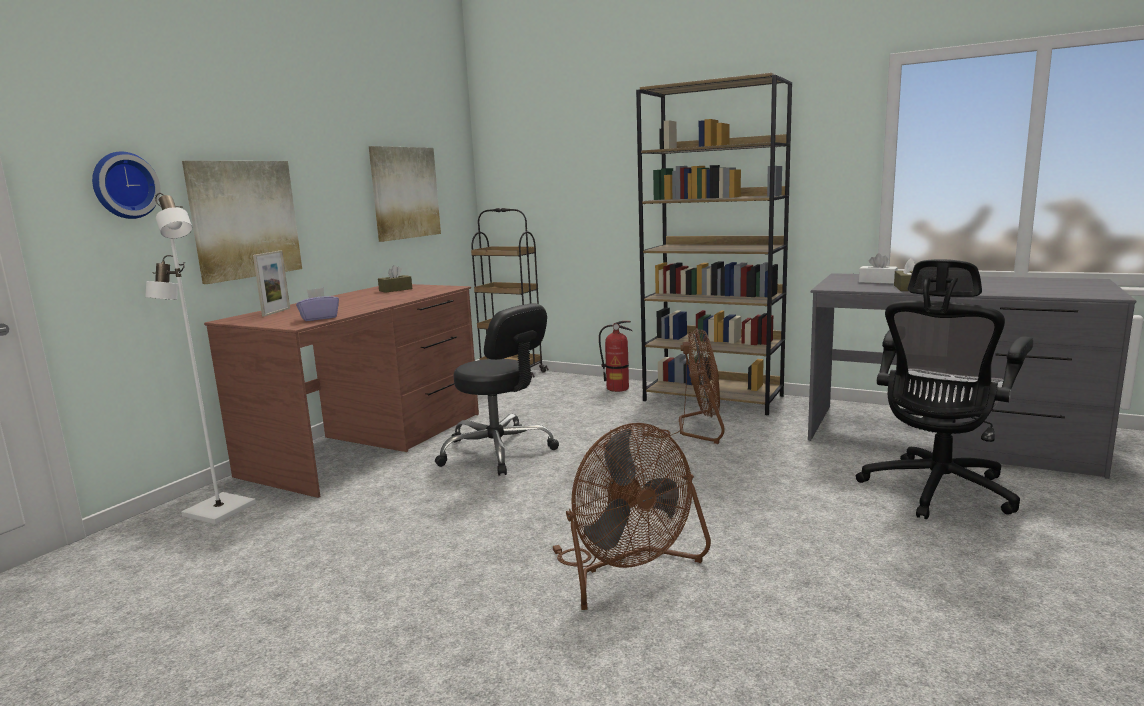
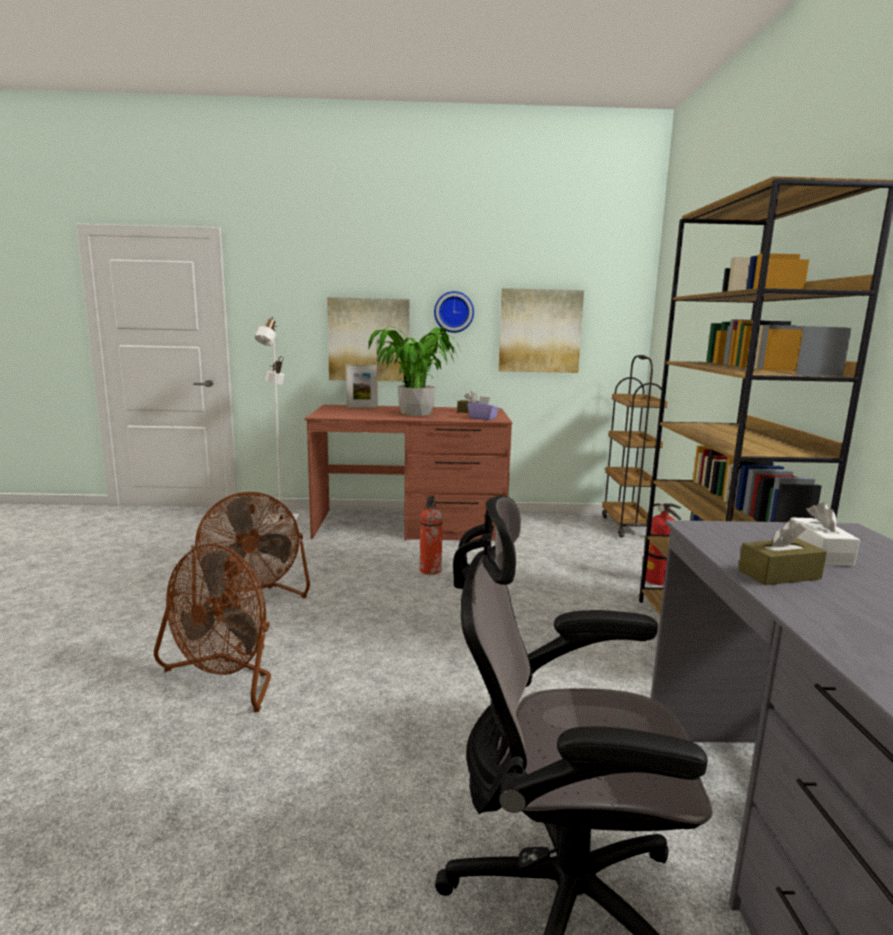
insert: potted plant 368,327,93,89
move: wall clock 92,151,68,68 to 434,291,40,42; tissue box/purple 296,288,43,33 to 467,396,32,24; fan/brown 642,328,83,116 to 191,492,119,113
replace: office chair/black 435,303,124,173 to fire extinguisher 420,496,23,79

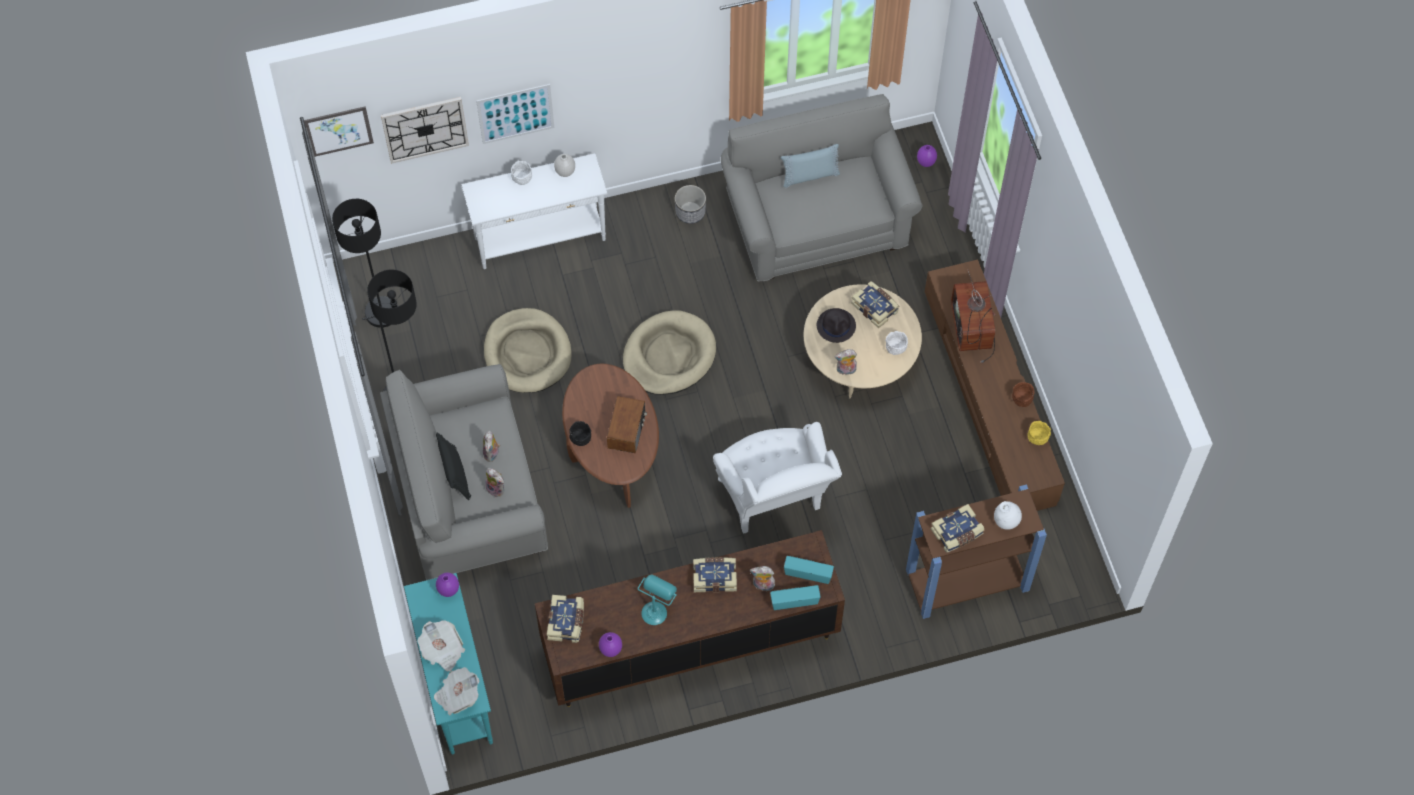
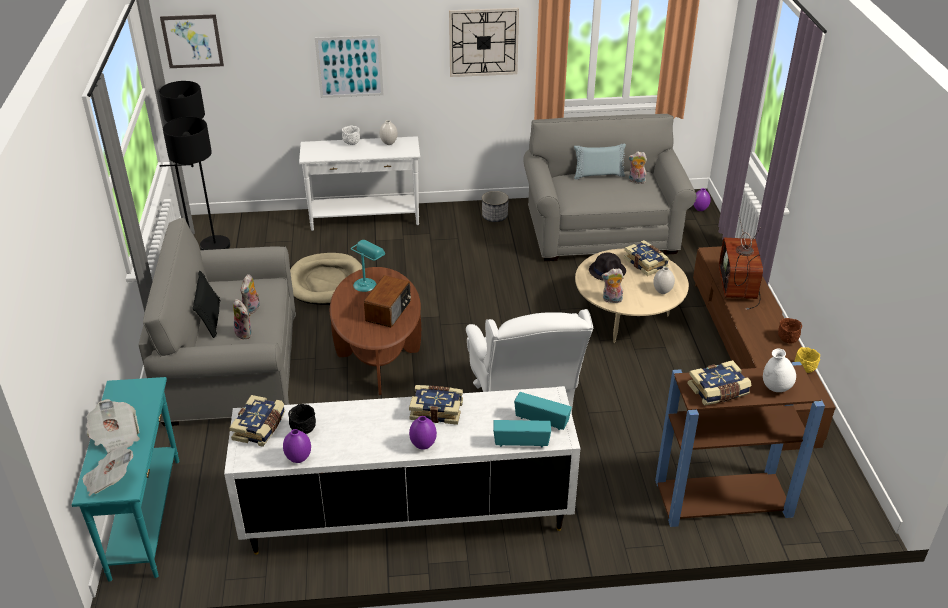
delete: dog bed/beige 623,310,93,85
move: wall clock 381,97,88,67 to 449,8,70,69; vase/purple 436,573,23,24 to 409,416,28,34; bowl/black 569,421,22,25 to 288,404,28,30; table lamp/turquoise 638,575,39,50 to 351,240,34,52; plush toy 750,566,25,25 to 628,151,19,33
replace: bowl/white 885,331,23,24 to vase/white 653,267,22,27
recolor: cabinet/brown 535,530,310,177 to cabinet/white 224,386,356,169

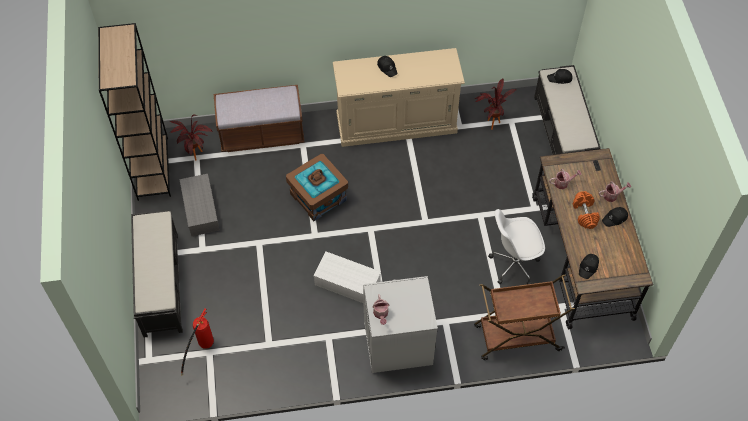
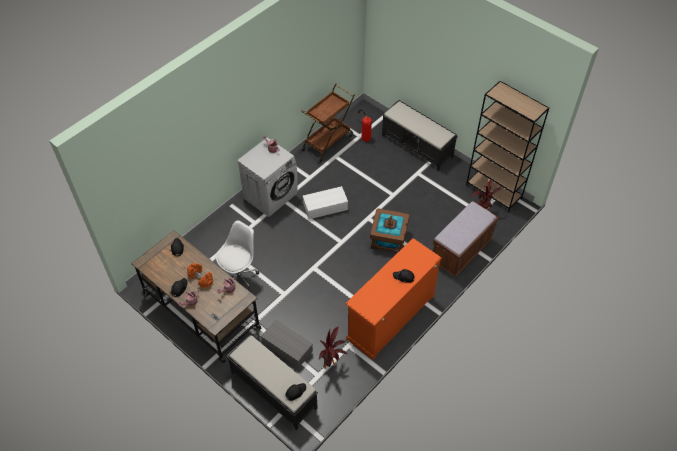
move: storage box/grey 179,174,41,62 to 261,320,52,48; cart/brown 474,275,101,85 to 300,83,55,80
recolor: cabinet/beige 333,48,132,99 to cabinet/orange 345,238,97,122

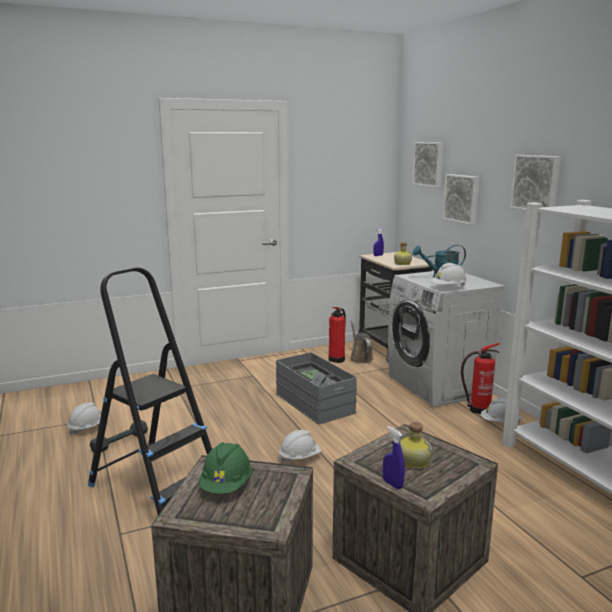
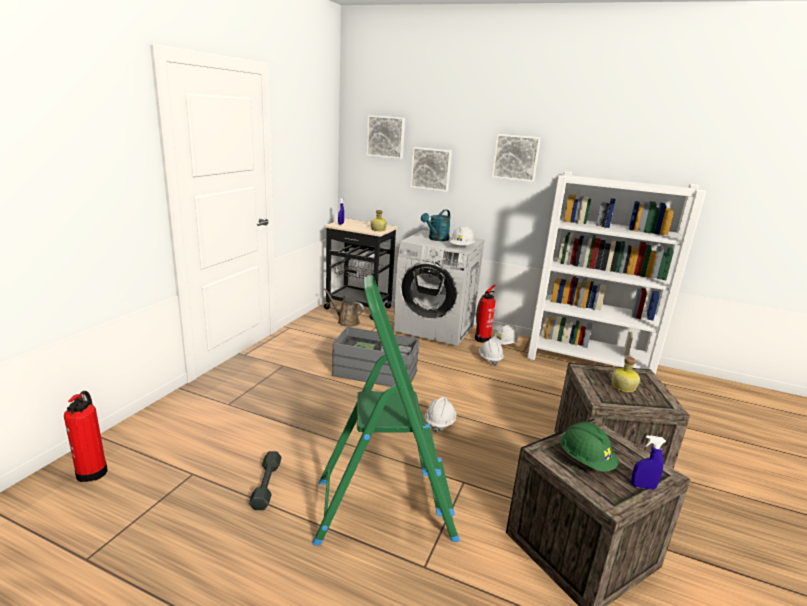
move: hard hat/white 67,402,34,34 to 479,339,25,27; fire extinguisher 328,307,18,56 to 64,391,43,91; spray bottle/blue 383,426,22,63 to 631,435,35,55
recolor: step ladder/black 88,268,124,247 to step ladder/green 312,275,148,270

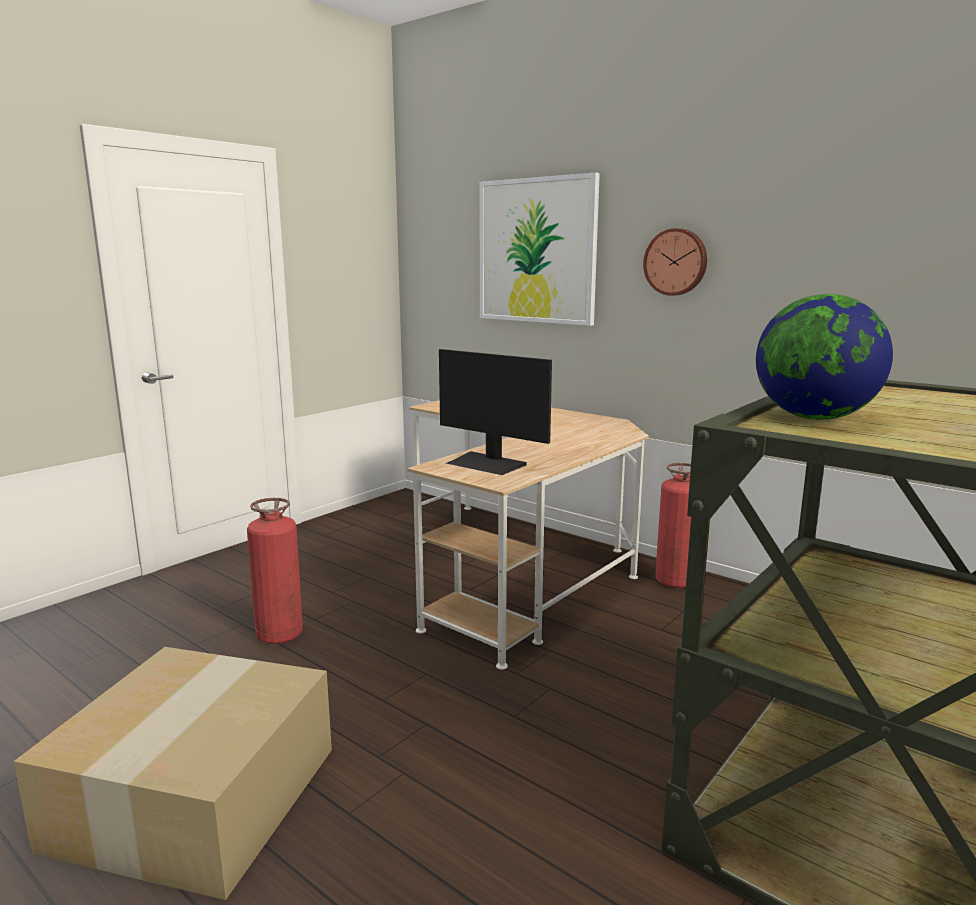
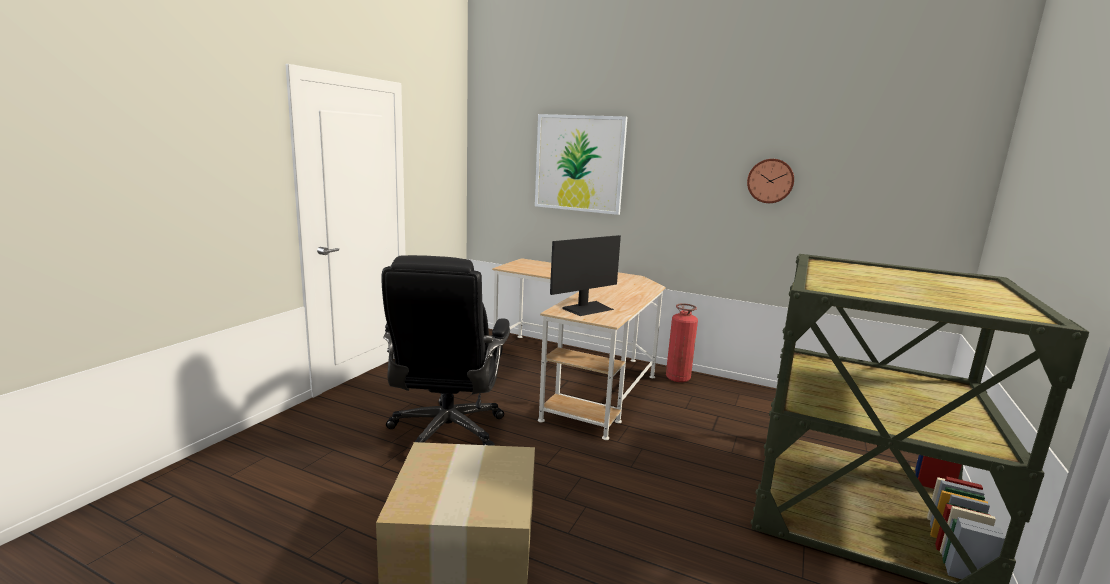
delete: globe 756,294,137,126
move: wall clock 643,228,64,68 to 747,159,47,44
replace: fire extinguisher 247,498,56,146 to office chair/black 381,255,129,191
rotate: monitor 439,349,113,126 = 550,235,71,81 60 degrees counterclockwise

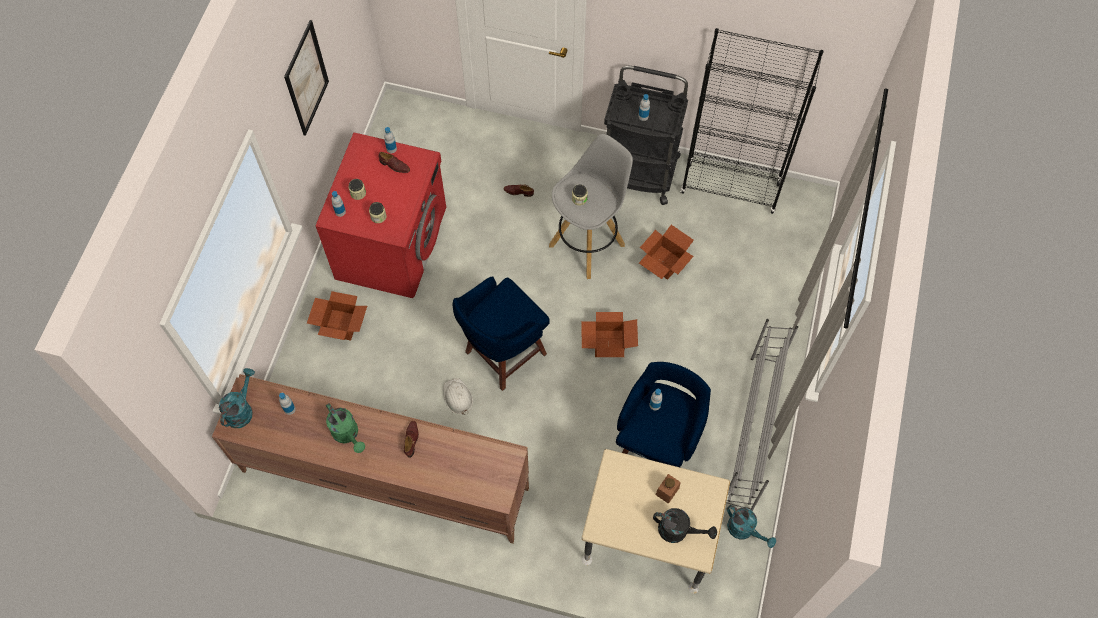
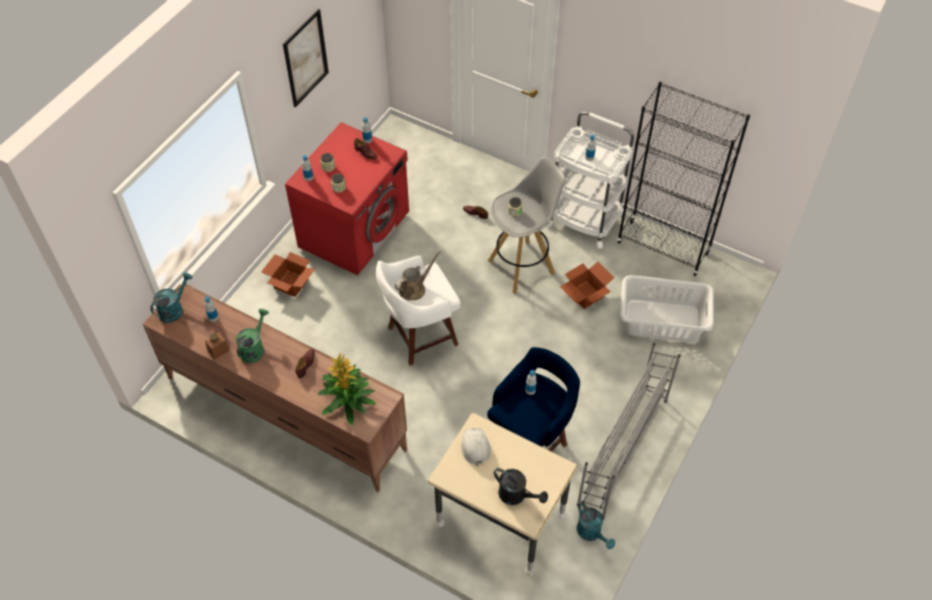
delete: cardboard box 581,312,57,45
insert: potted plant 317,353,59,73; watering can/brown 394,250,47,51; laundry basket/grey 620,275,93,67
move: hard hat/white 443,378,30,37 to 461,428,30,39; jar/brown 655,474,26,30 to 205,332,25,27
recolor: stool/blue 452,276,98,115 to stool/white 376,255,85,111; cart/black 604,66,84,139 to cart/white 546,112,88,137
rotate: watering can/green 326,403,39,50 = 236,309,33,54 135 degrees counterclockwise

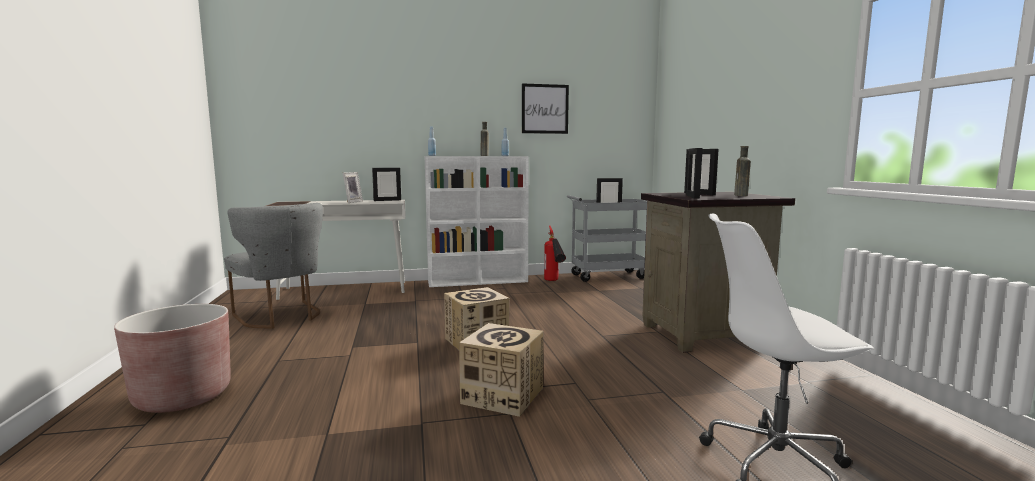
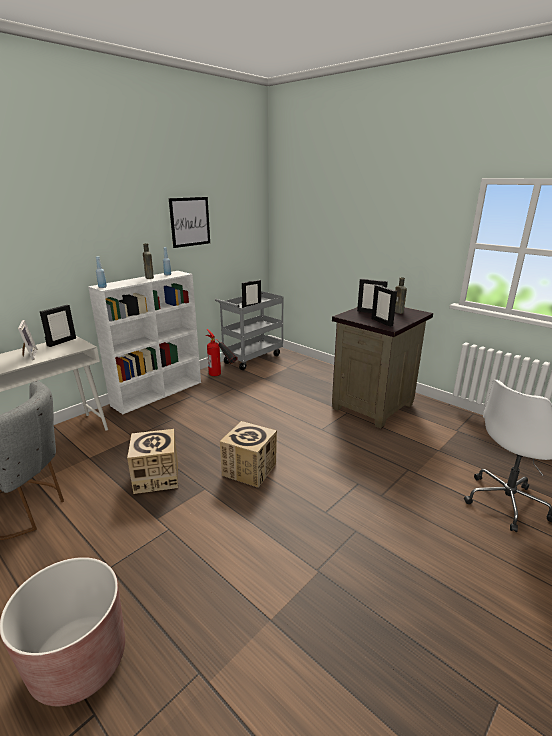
move: cardboard box 459,323,84,94 to 127,429,51,65

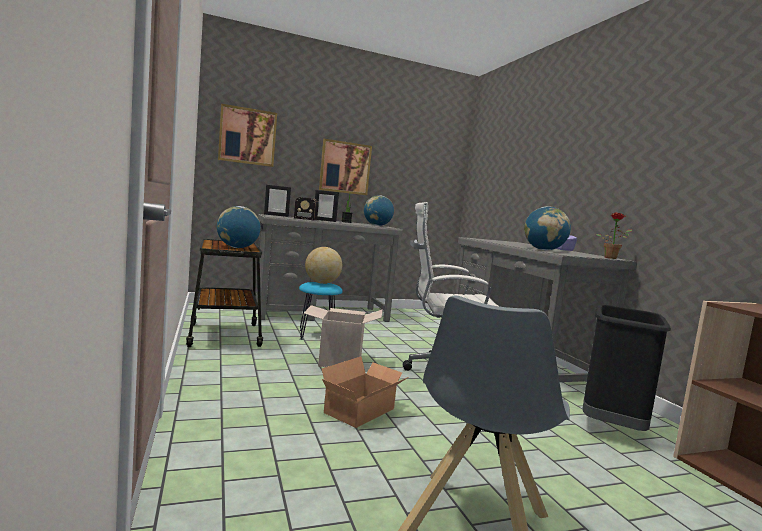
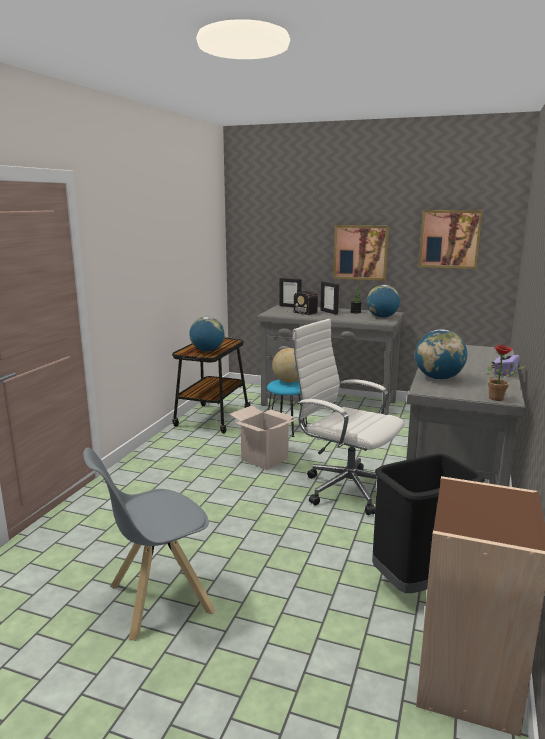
delete: cardboard box 322,356,86,72
move: picture 218,104,59,63 to 419,210,63,59

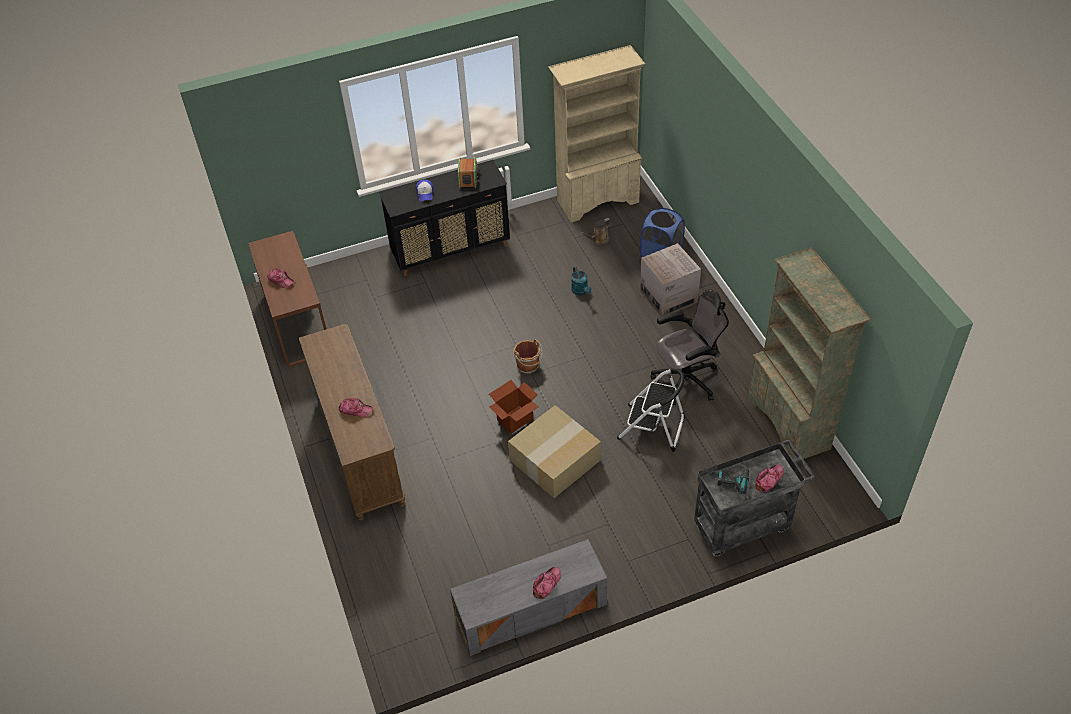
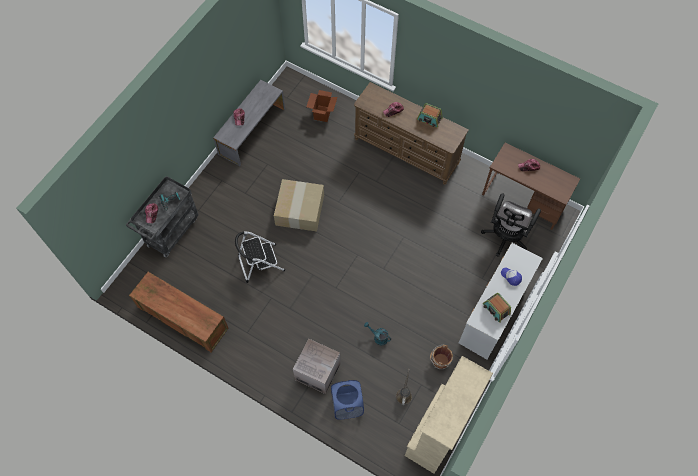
insert: radio 417,103,26,25
move: cardboard box 489,380,50,54 to 306,90,31,32; bucket/brown 514,339,28,35 to 430,345,23,24; office chair 651,290,78,115 to 481,193,60,64
replace: bookcase/green 748,247,123,212 to bench/brown 129,272,99,80
recolor: cabinet/black 379,160,131,116 to cabinet/white 459,243,84,117

